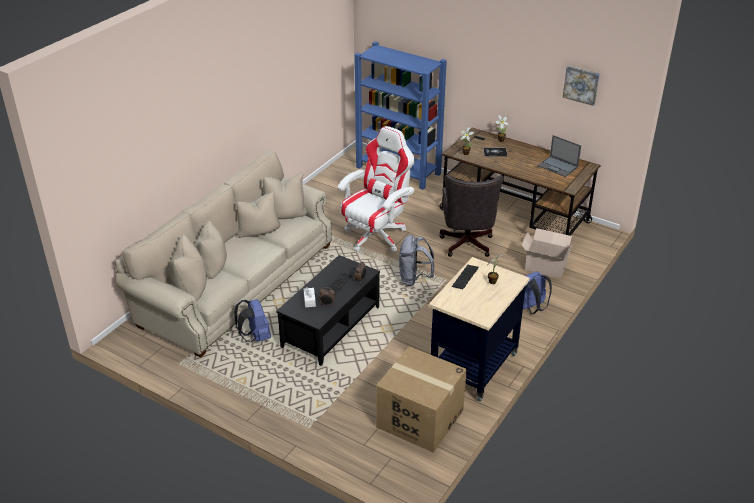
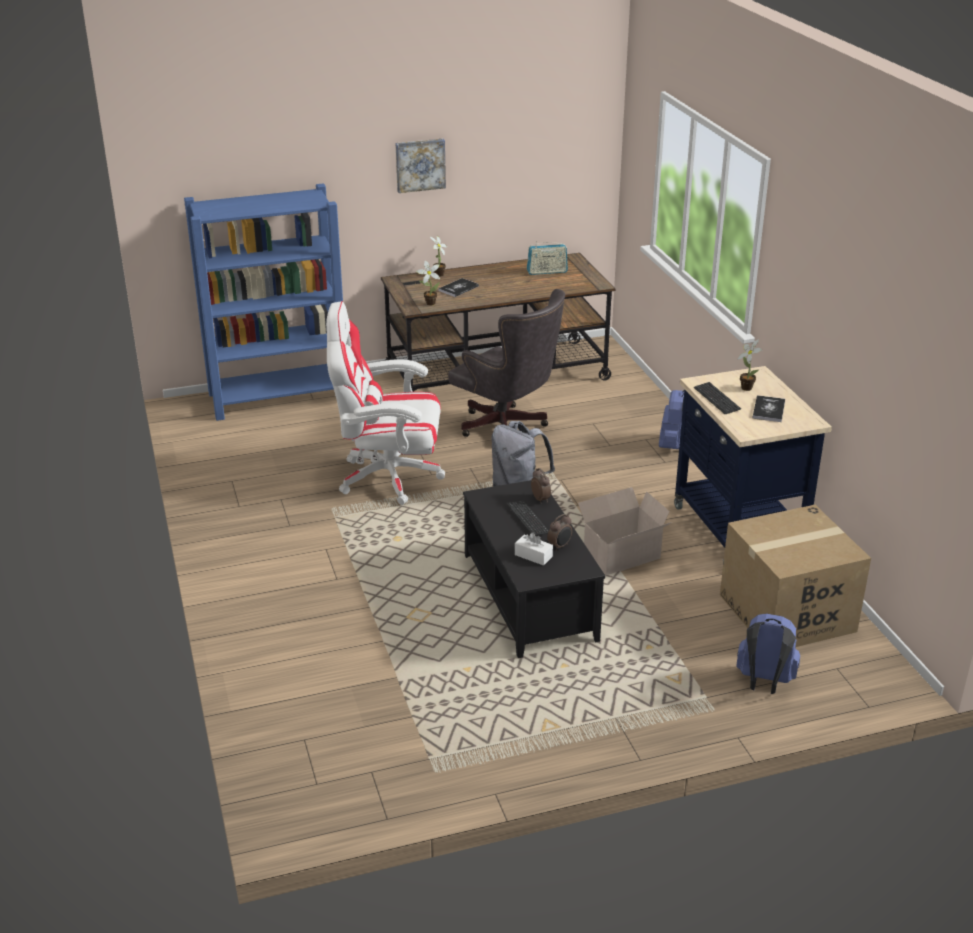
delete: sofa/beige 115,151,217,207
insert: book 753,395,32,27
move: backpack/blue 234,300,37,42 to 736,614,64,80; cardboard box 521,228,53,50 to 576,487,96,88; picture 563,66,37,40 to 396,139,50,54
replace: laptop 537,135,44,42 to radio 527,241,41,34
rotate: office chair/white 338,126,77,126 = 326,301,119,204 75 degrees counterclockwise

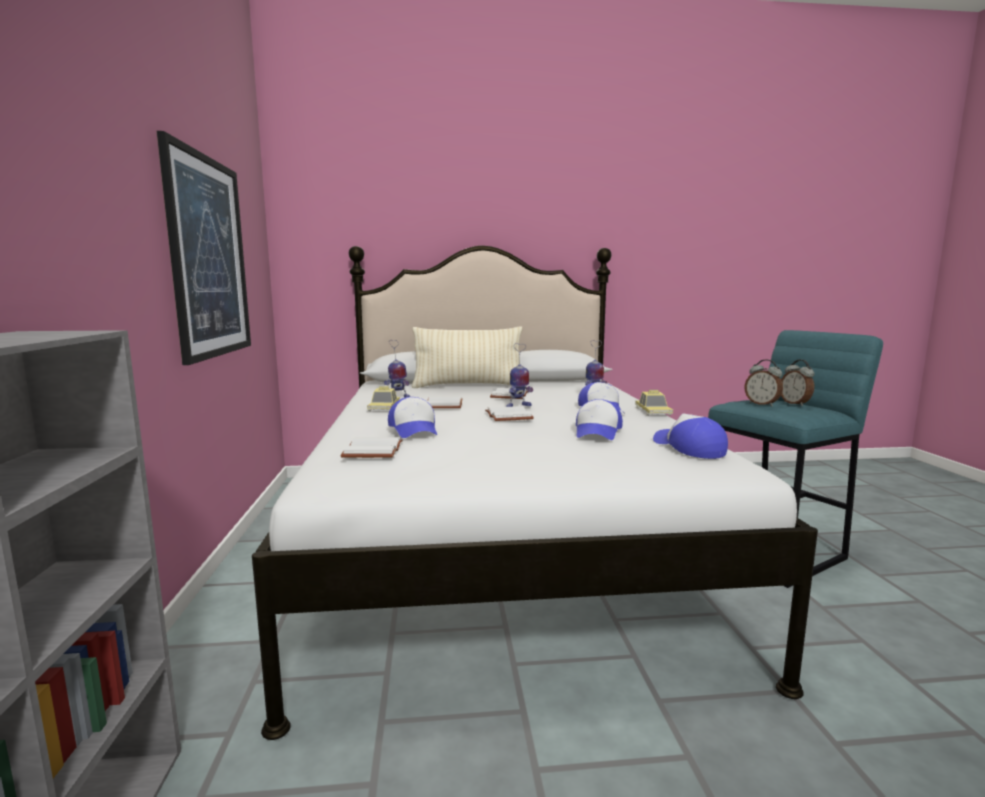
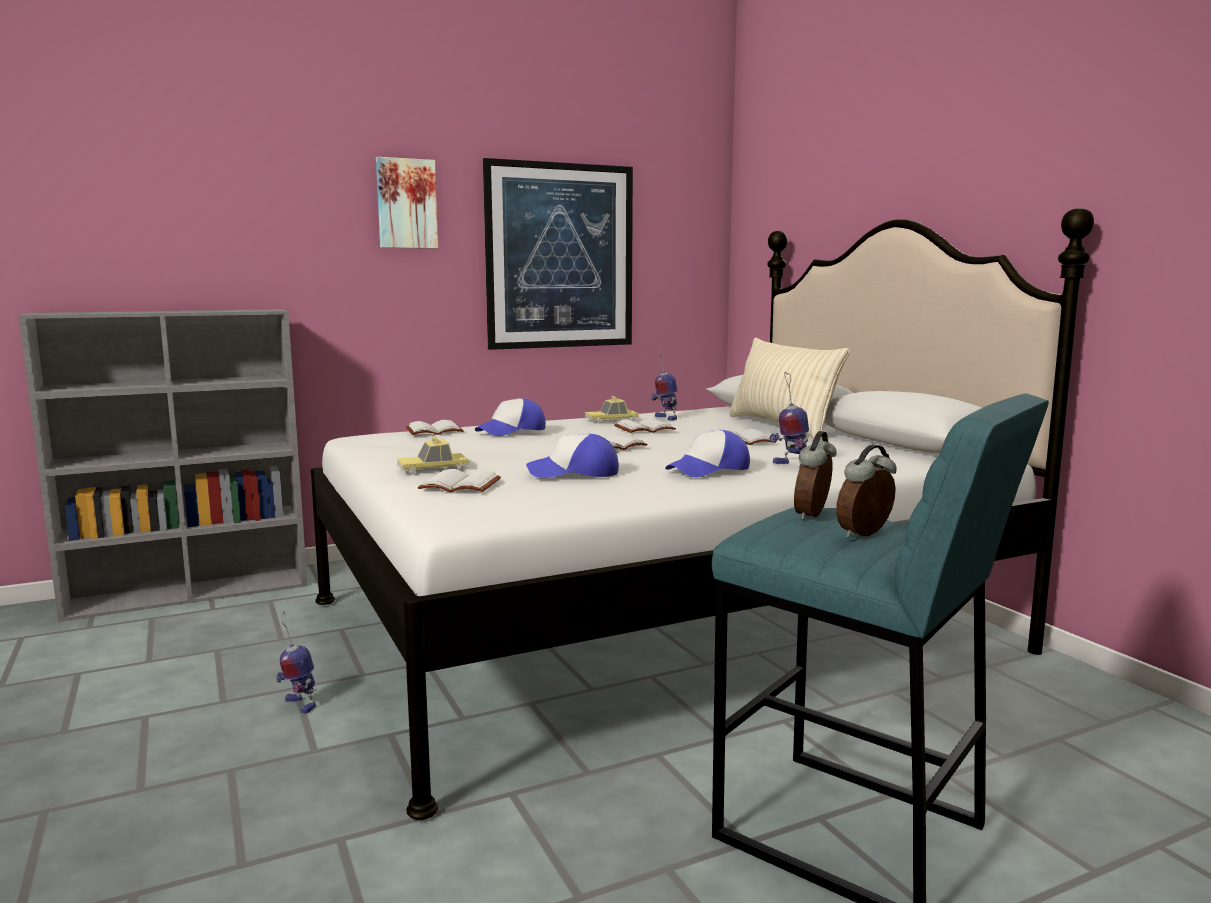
delete: cap 653,414,75,45
insert: picture 376,157,62,92; book/white 418,469,83,23
move: toy robot 506,343,27,64 to 276,611,40,103; toy car 635,390,38,26 to 397,436,72,38

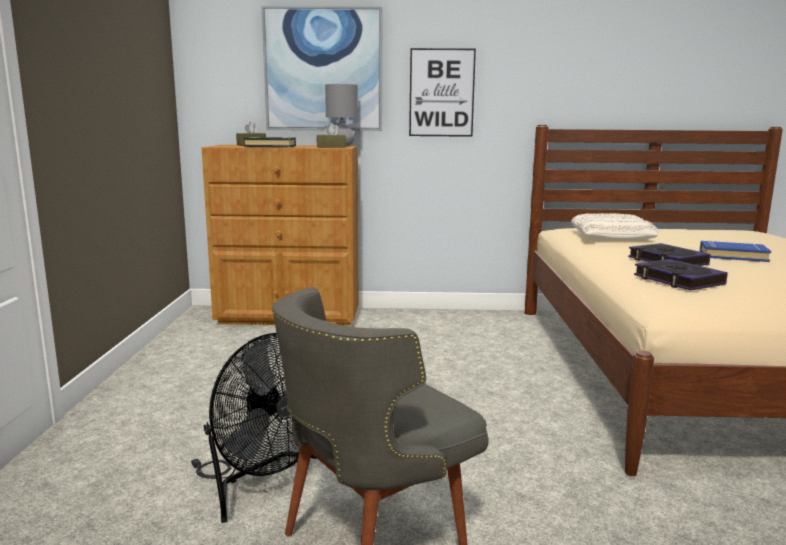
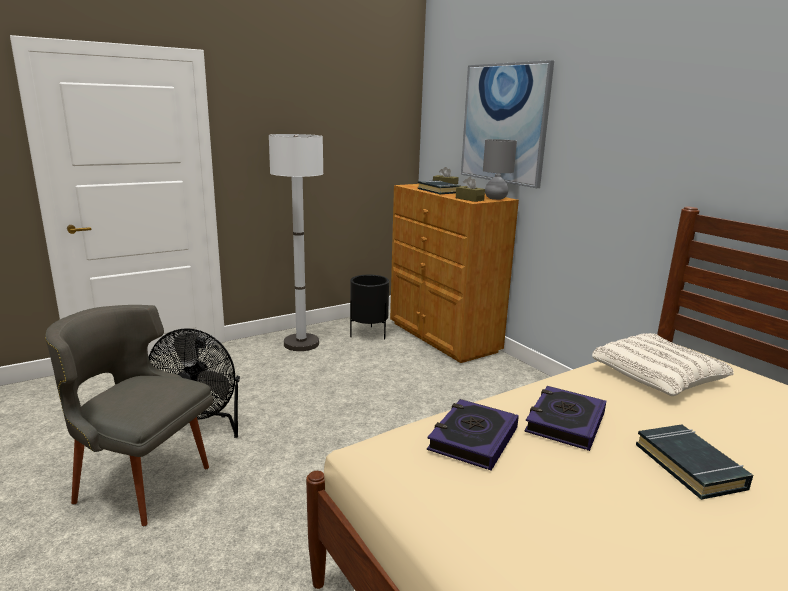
delete: picture 409,48,67,89
insert: floor lamp/white 269,134,54,217; planter/black 350,275,39,64
recolor: book/blue 700,241,71,21 to book/black 636,425,117,75

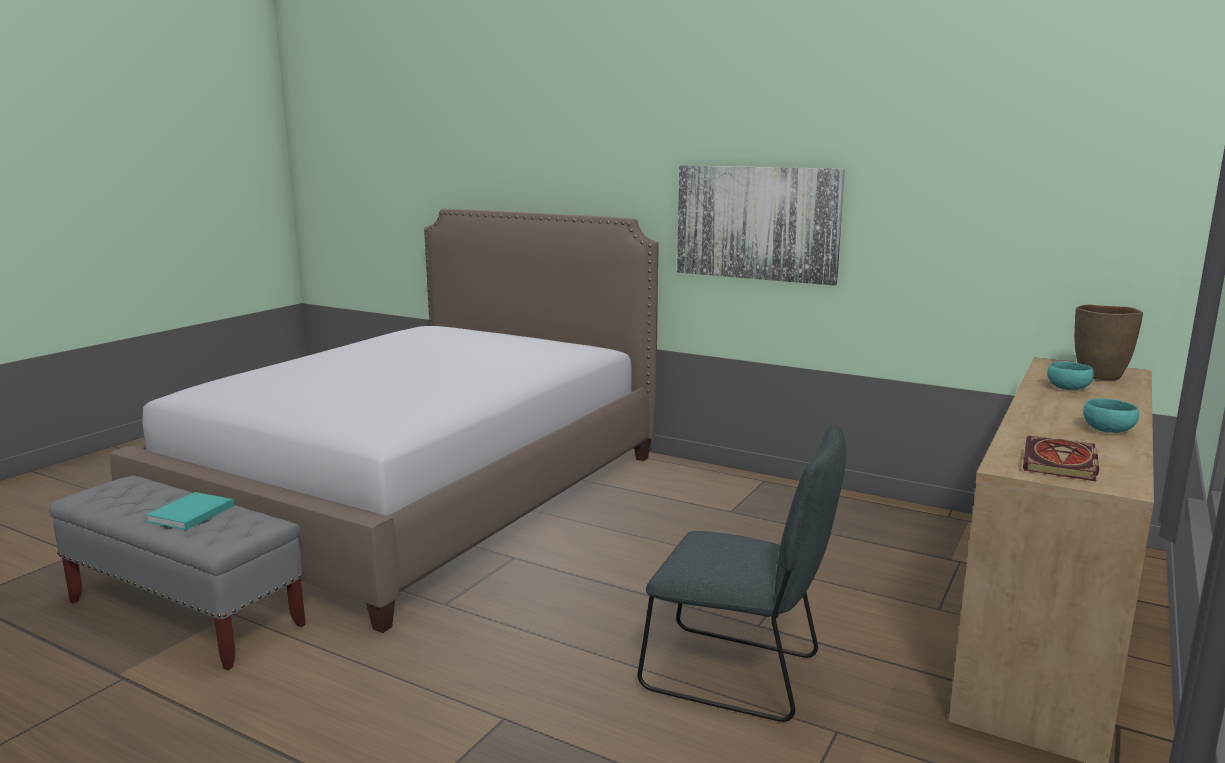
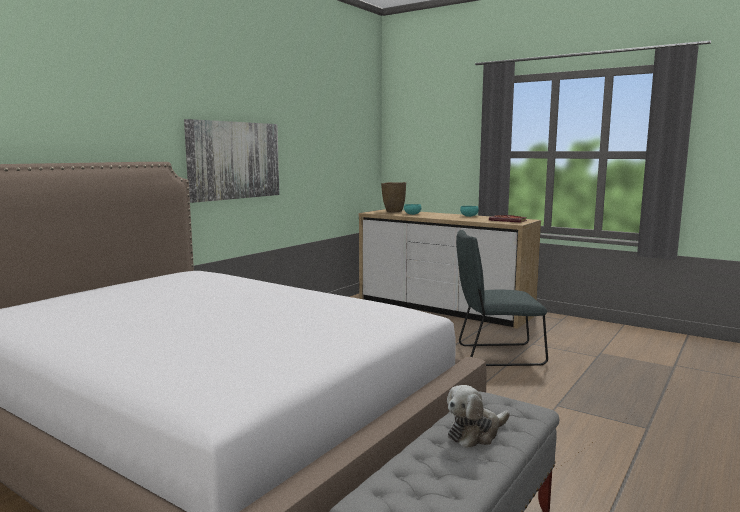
replace: book/turquoise 146,492,88,38 to plush toy 447,385,63,63
rotate: chair/grey 637,426,209,296 = 456,230,92,136 120 degrees counterclockwise

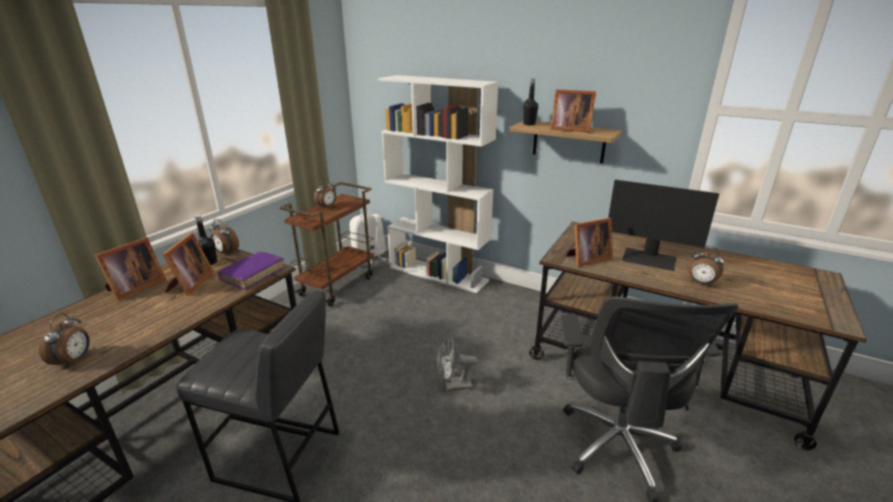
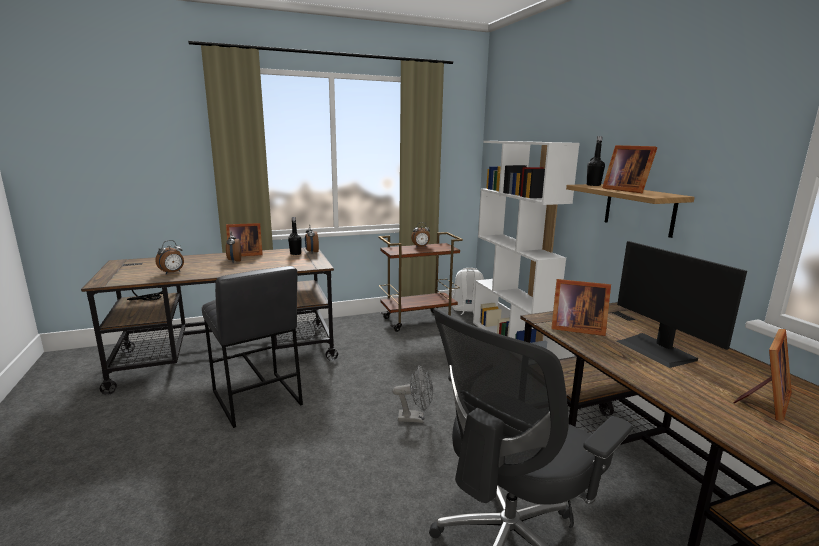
delete: book/purple 217,252,68,38
move: picture frame 162,233,52,63 to 733,329,59,92; alarm clock 688,246,36,40 to 226,231,15,31
rotate: fan/grey 437,336,41,55 = 392,365,41,58 150 degrees clockwise

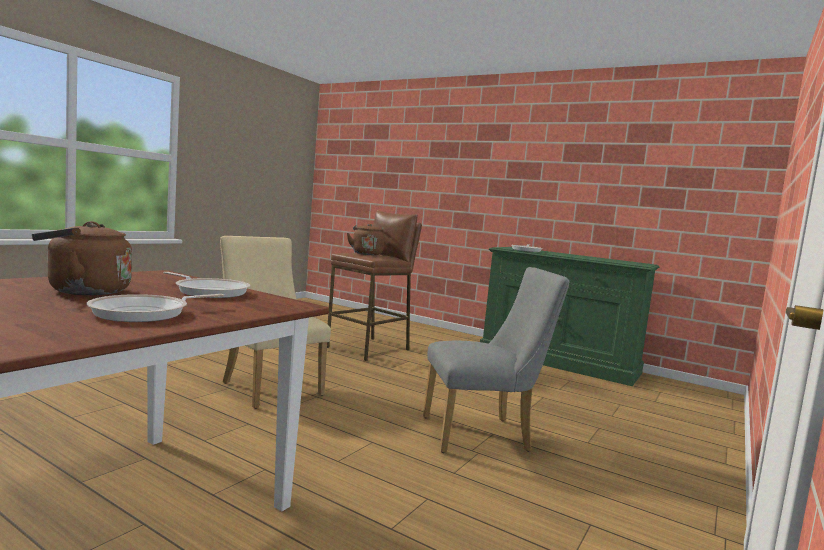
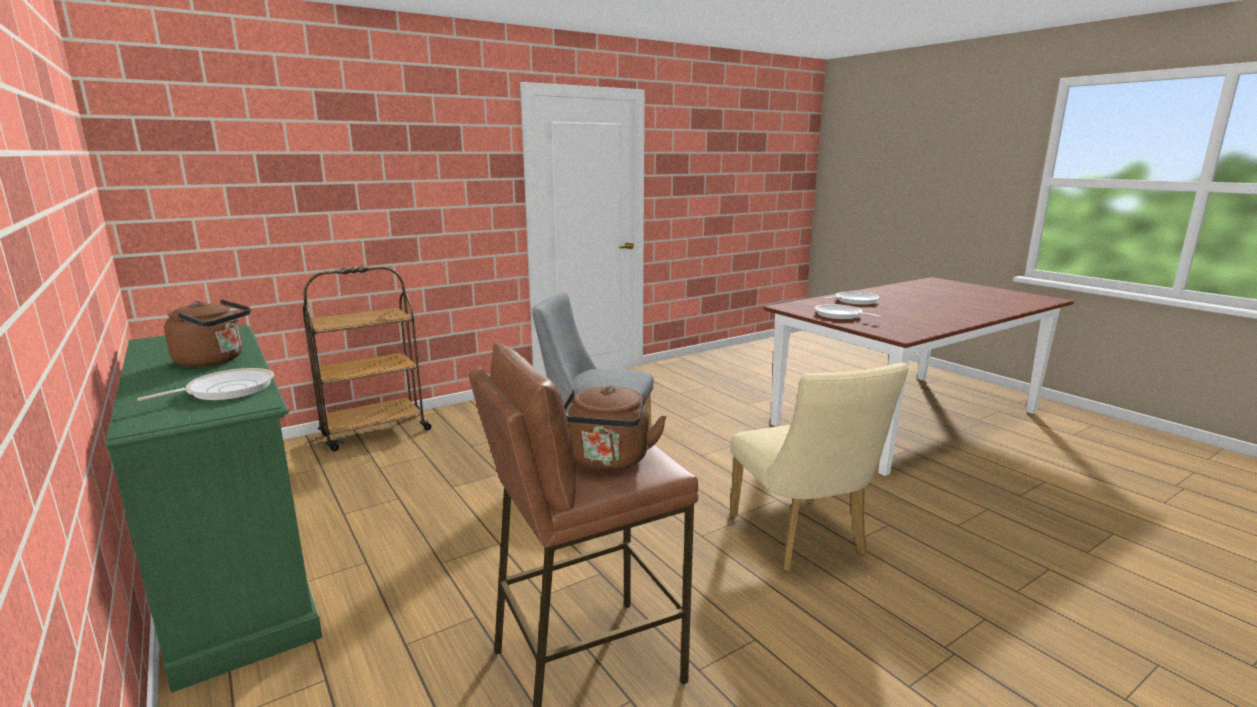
insert: cart/brown 303,266,128,185
move: kettle/brown 32,221,100,74 to 164,299,87,68

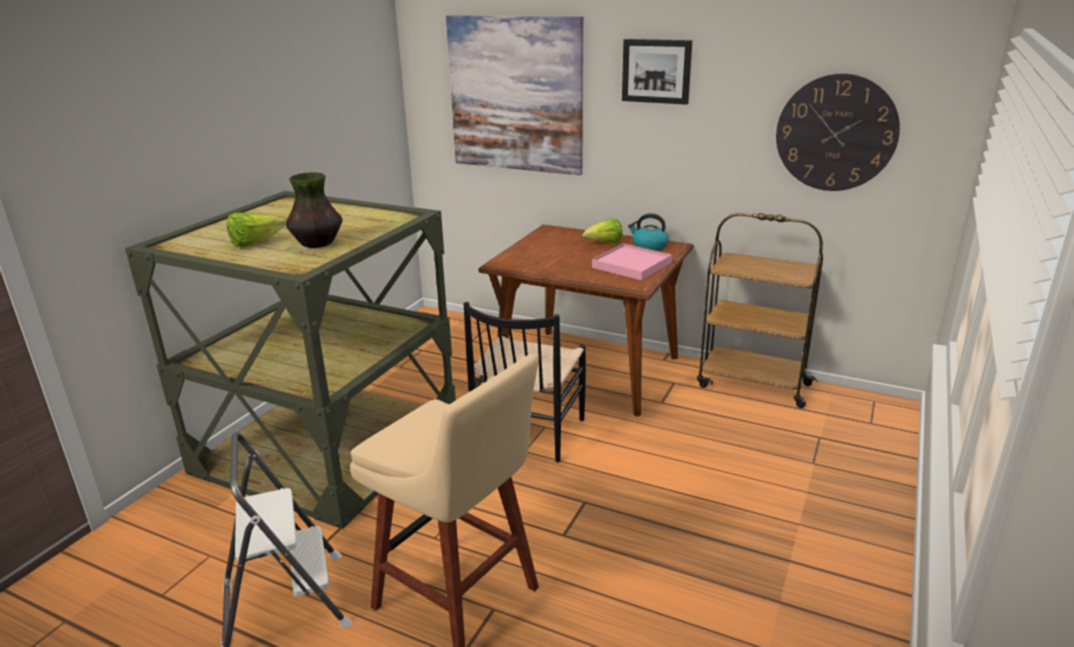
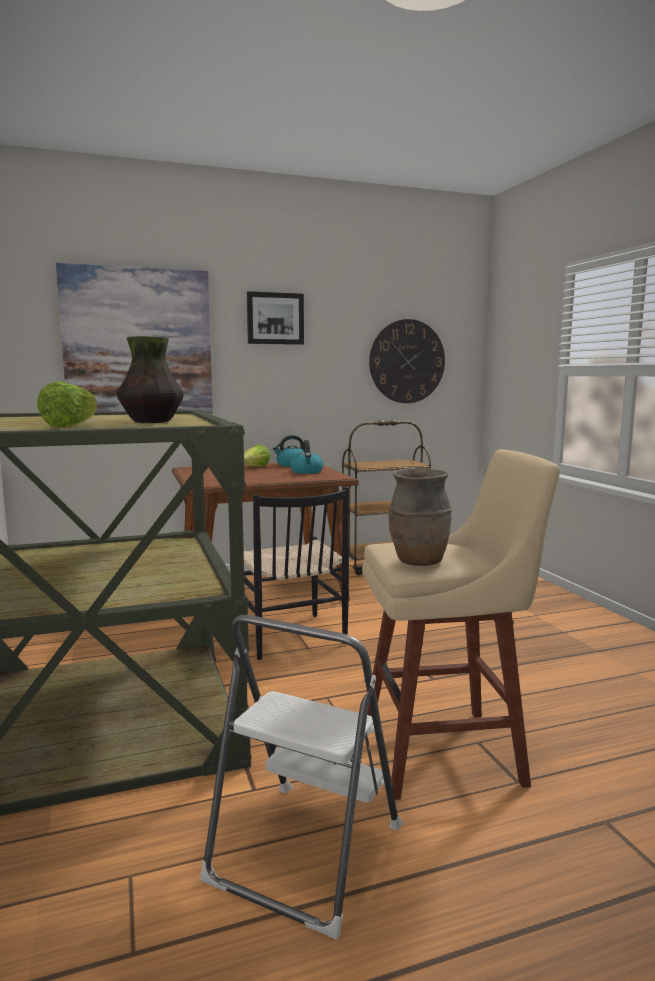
insert: vase/brown 389,468,63,98
replace: tray/pink 592,243,80,37 to kettle 290,440,34,34

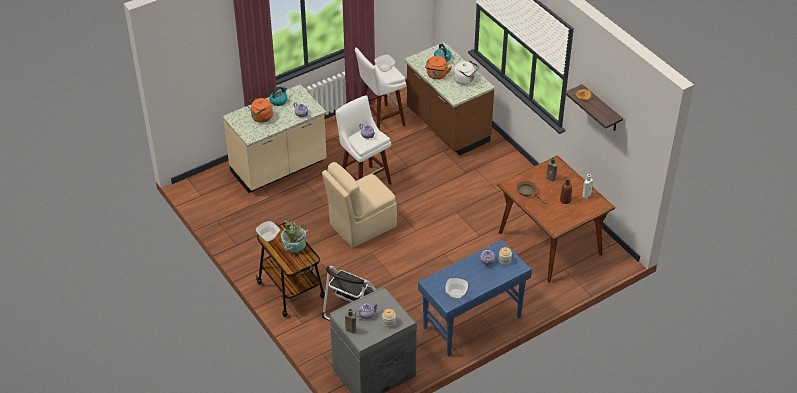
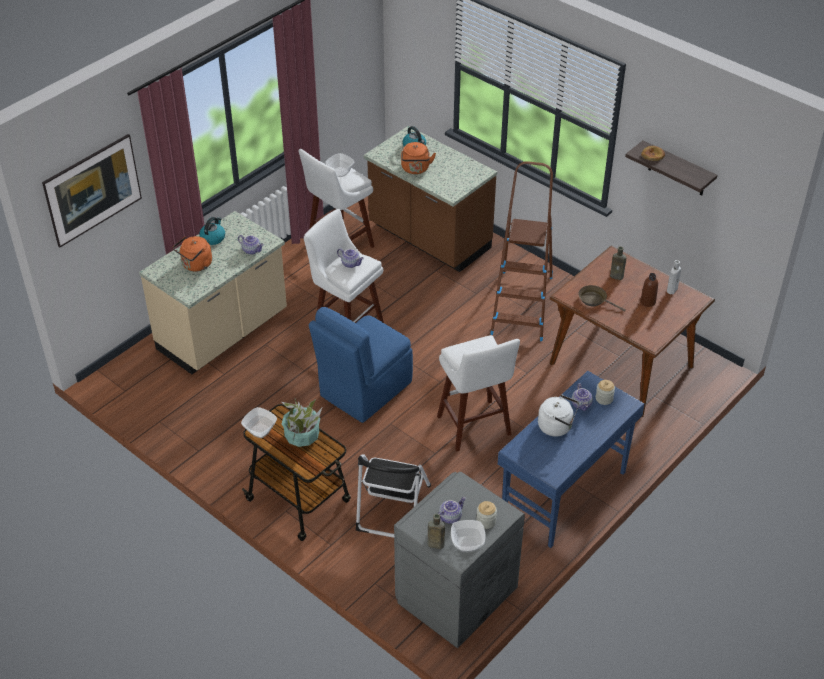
insert: picture 42,134,100,113; stool/white 437,335,83,117; step ladder/brown 490,161,63,180
move: bowl 445,278,23,21 to 451,520,34,32; kettle/white 454,60,25,25 to 538,395,41,42
recolor: chair/beige 322,162,75,86 to chair/blue 309,307,104,116

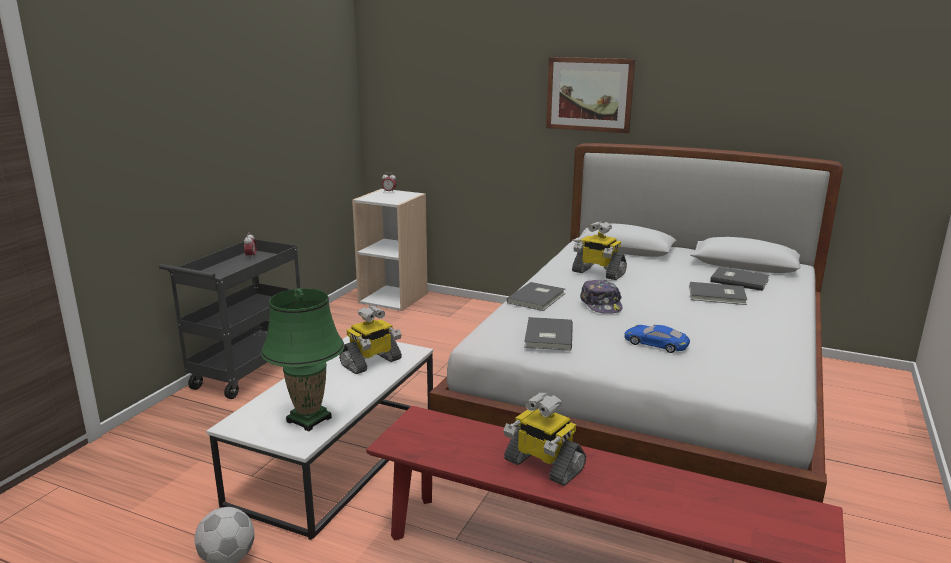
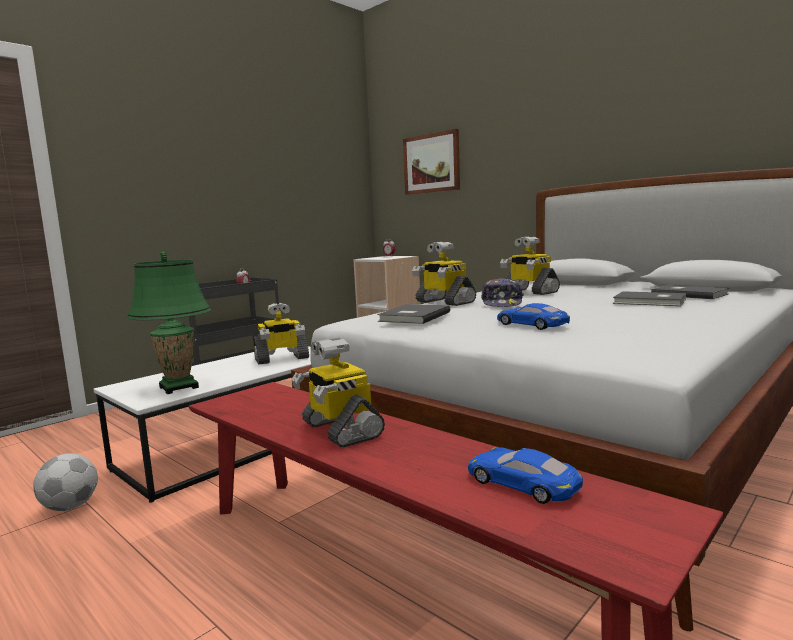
insert: toy car/blue 468,447,115,57
move: picture 546,57,89,76 to 403,129,57,66
replace: book/grey 507,282,58,29 to toy robot 412,242,64,64

